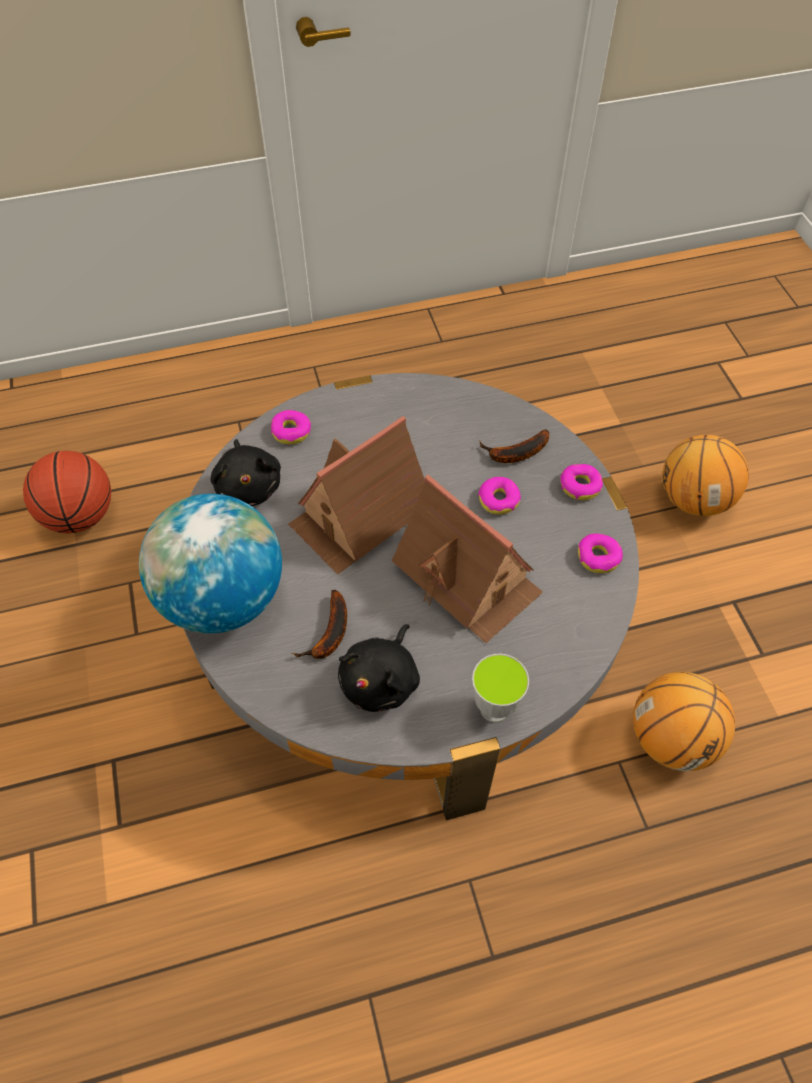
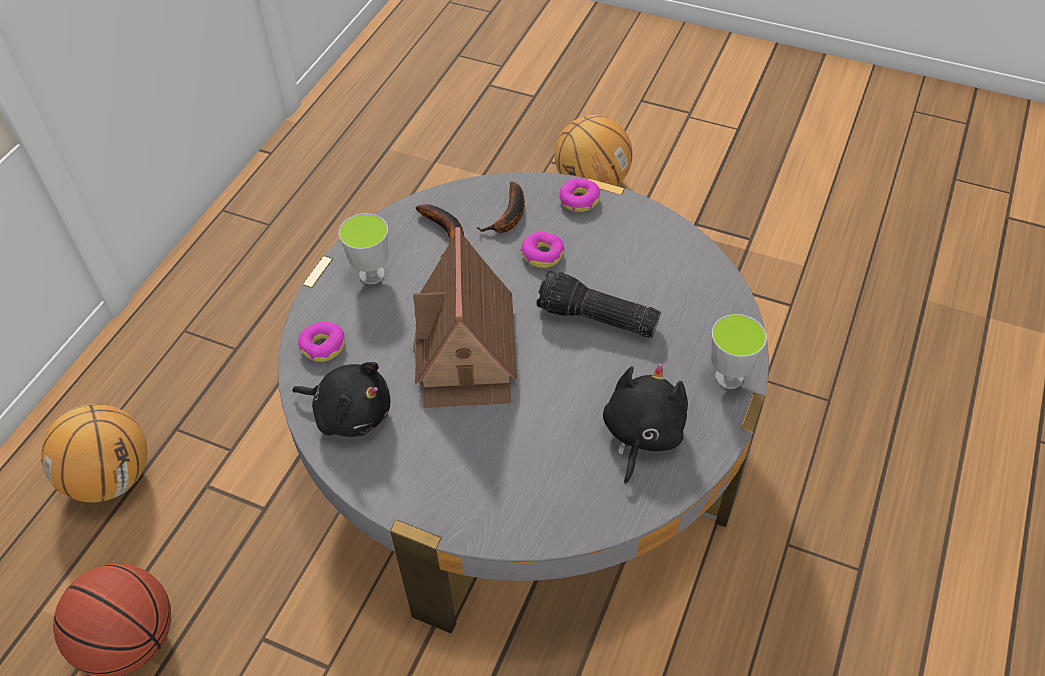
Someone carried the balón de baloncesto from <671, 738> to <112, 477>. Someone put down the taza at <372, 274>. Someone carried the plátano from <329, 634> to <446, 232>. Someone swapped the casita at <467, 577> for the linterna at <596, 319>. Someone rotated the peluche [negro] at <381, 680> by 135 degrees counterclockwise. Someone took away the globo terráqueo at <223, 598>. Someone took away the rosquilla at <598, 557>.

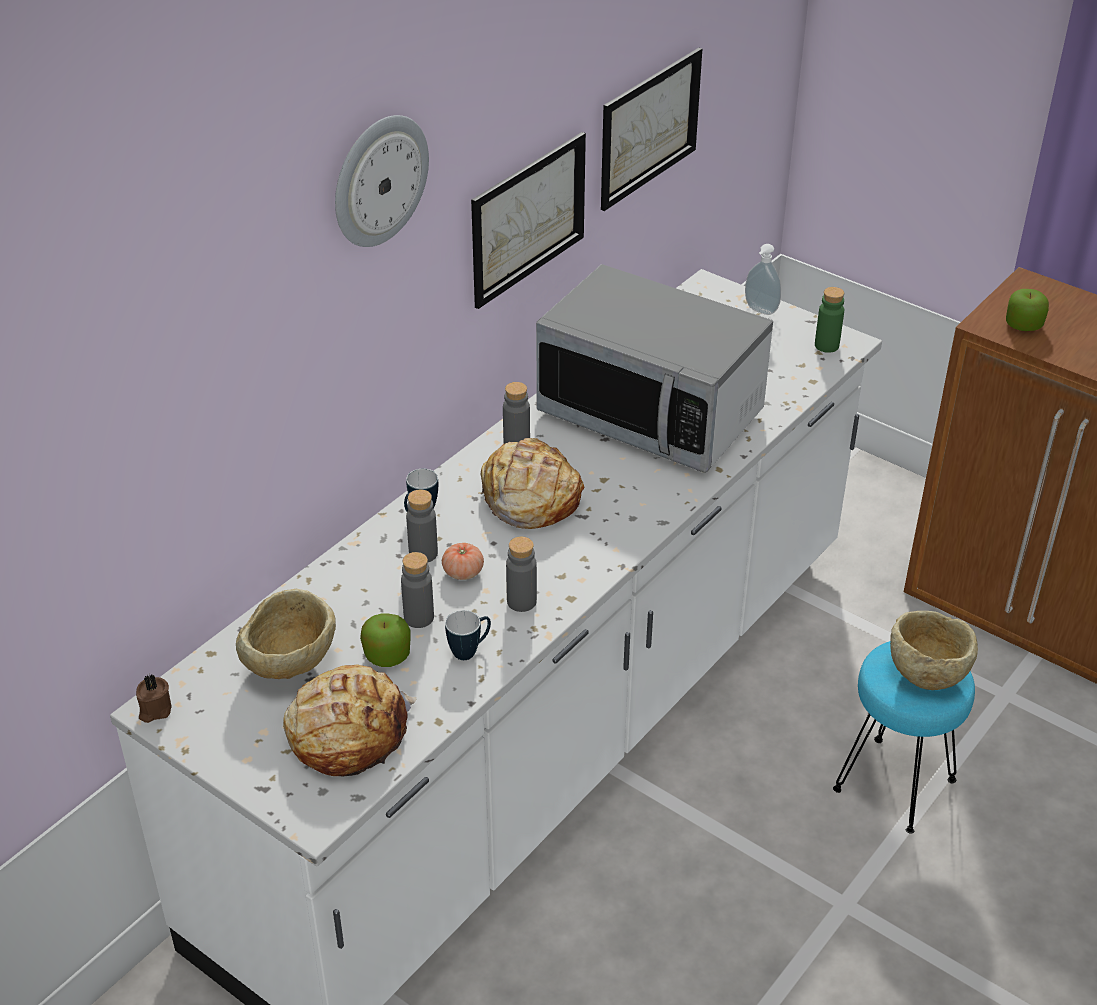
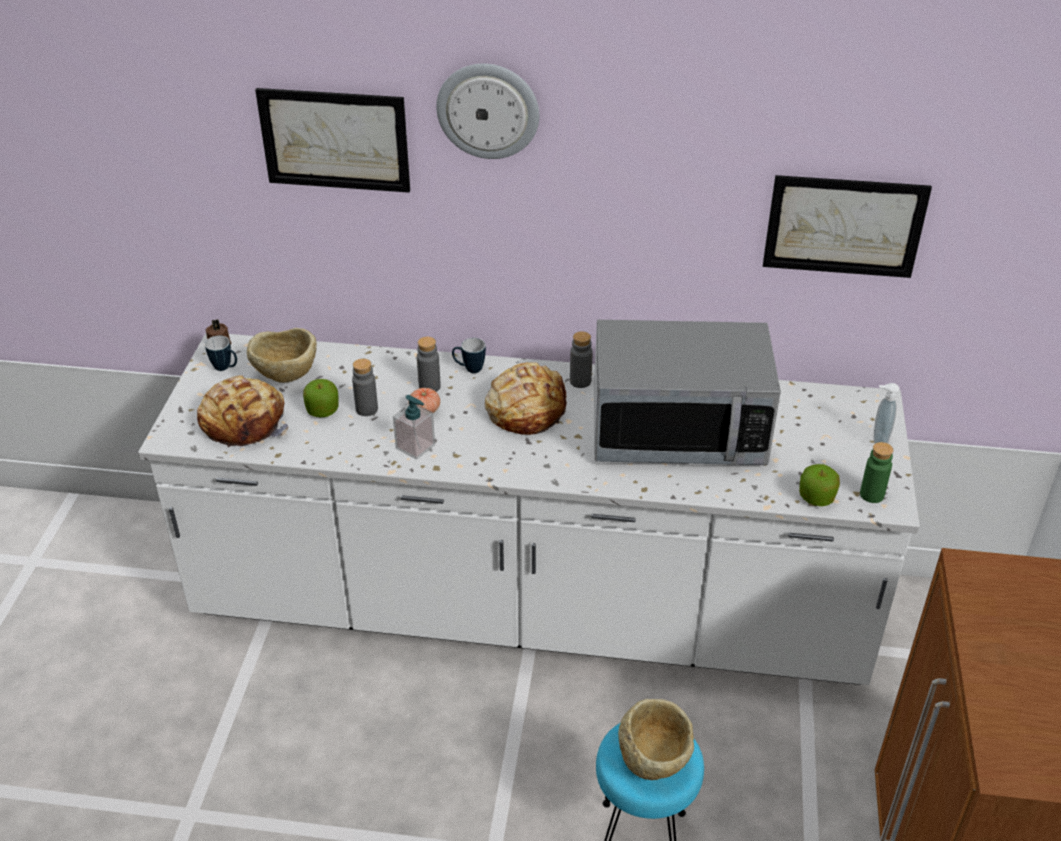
Someone carried the taza grande from <470, 651> to <226, 368>. Someone carried the cuadro from <528, 218> to <335, 140>. Someone swapped the botella [gris] at <521, 601> for the dispensador de jabón at <415, 447>. Someone rotated the microondas at <651, 413> by 90 degrees counterclockwise. Someone carried the manzana from <1023, 325> to <816, 497>.

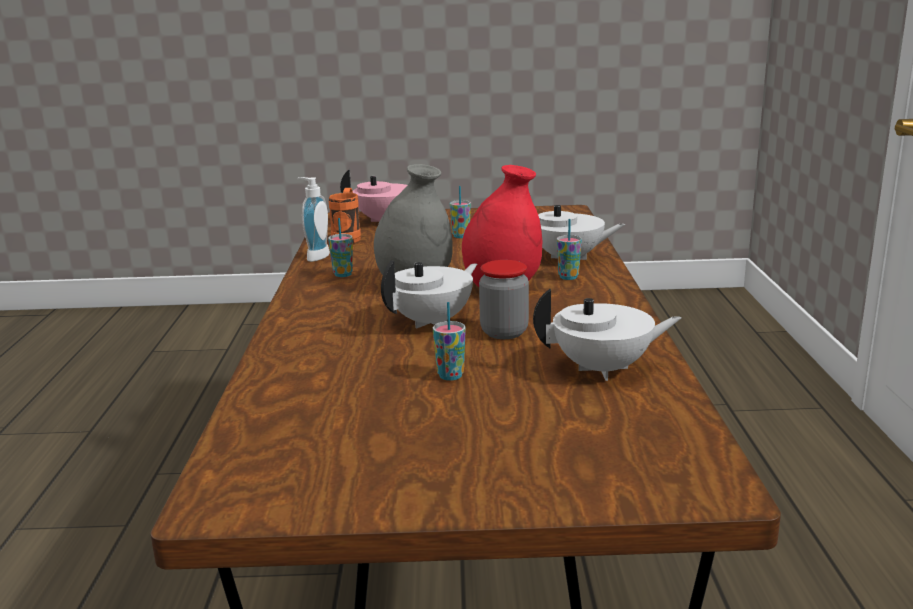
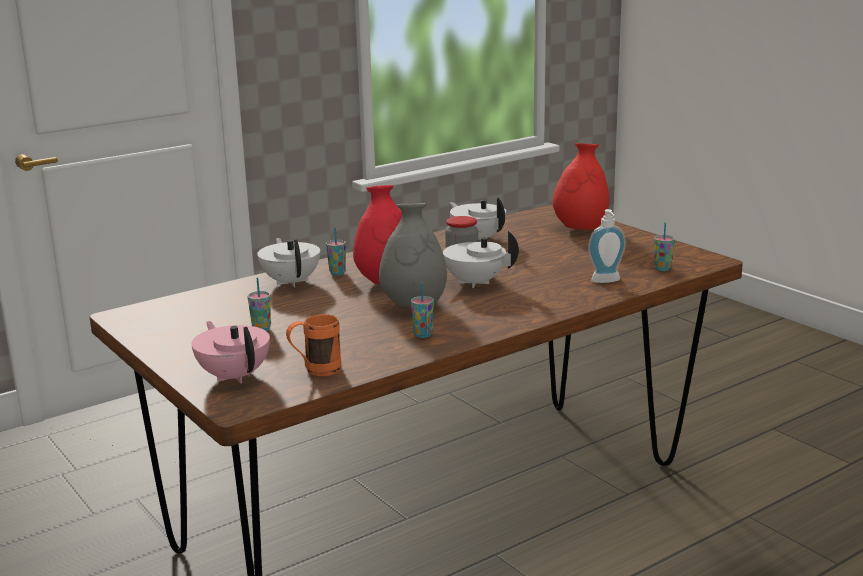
Someone put down the florero [rojo] at <580, 229>. Someone carried the dispensador de jabón from <315, 256> to <607, 281>. Someone carried the taza from <450, 376> to <662, 269>.

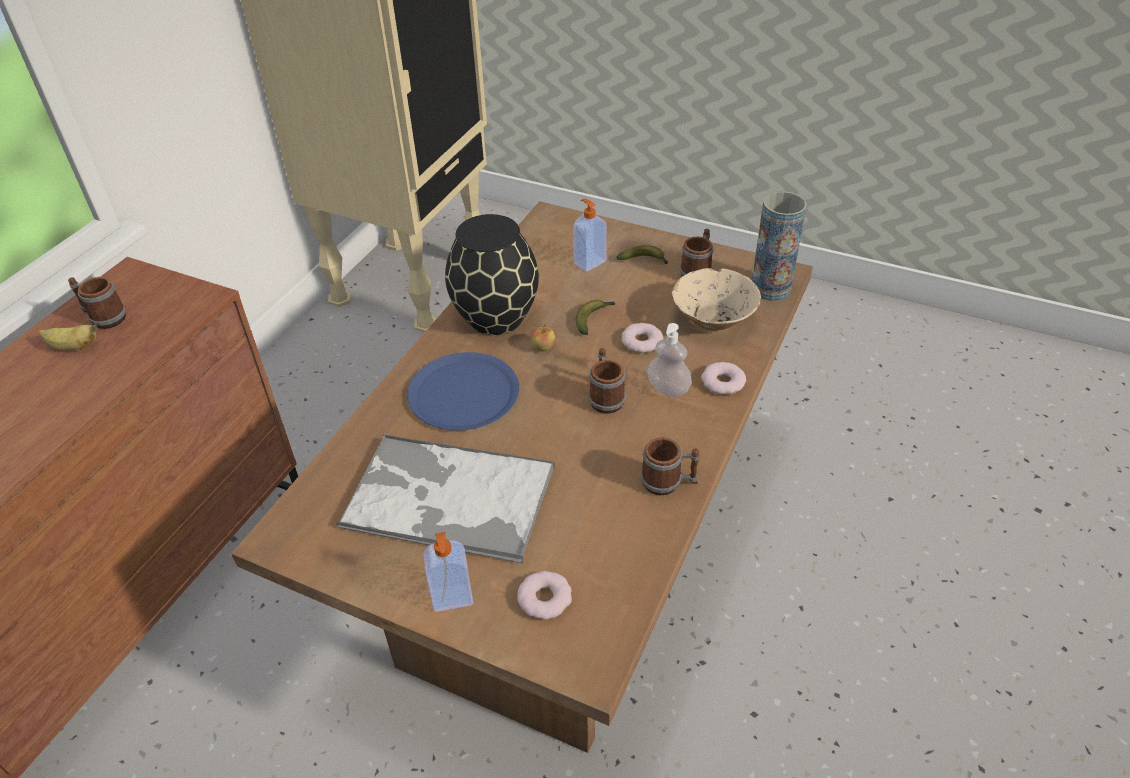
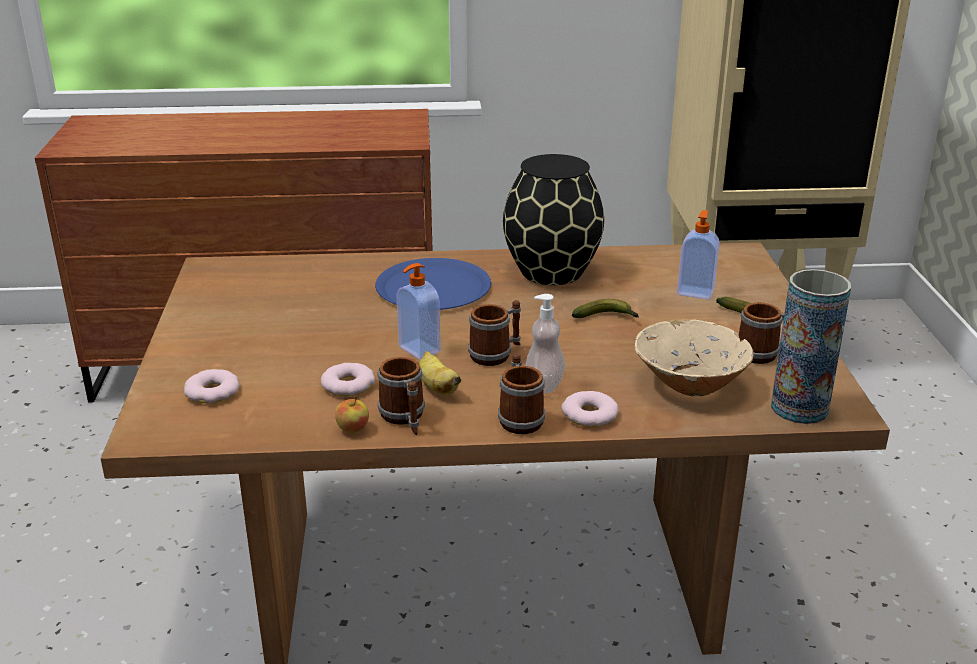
Someone carried the rosquilla from <641, 341> to <348, 385>. Someone carried the manzana from <543, 347> to <353, 429>. Someone carried the dispensador de jabón from <452, 599> to <418, 350>. Someone carried the plátano from <73, 347> to <437, 387>. Someone carried the taza grande from <104, 317> to <519, 417>. Someone took away the bandeja at <447, 498>.

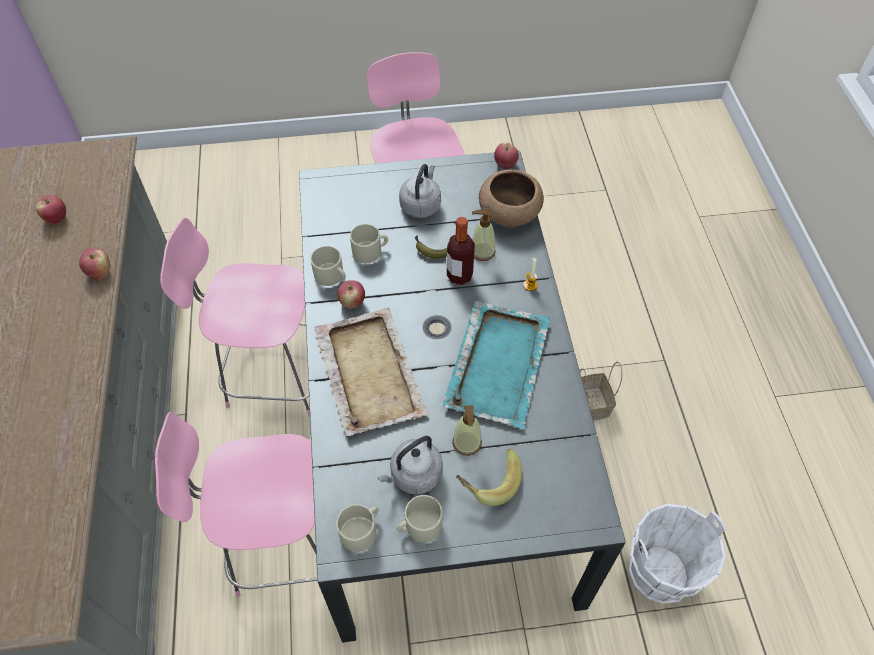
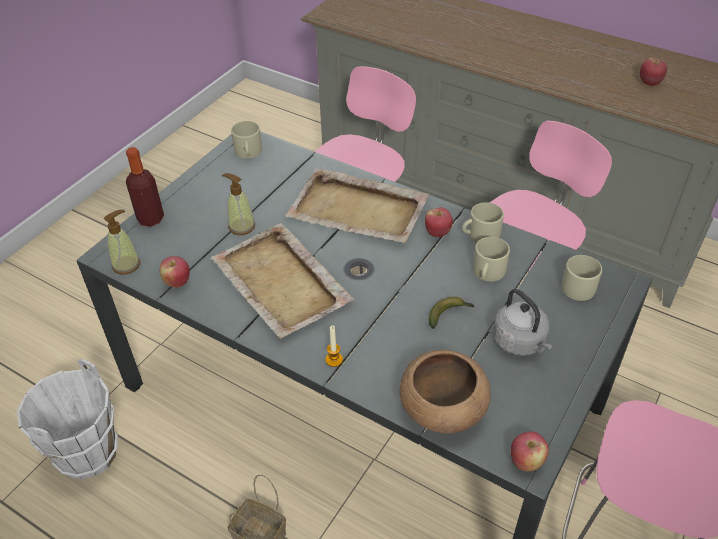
Someone carried the dispensador de jabón from <482, 252> to <126, 265>. Someone carried the botella from <459, 276> to <150, 218>. Someone carried the manzana from <100, 273> to <177, 282>. Someone repainted the bandeja [turquesa] at <498, 364>, which became the bandeja [beis] at <281, 283>. Someone carried the taza grande [beis] from <419, 526> to <578, 285>. Someone took away the hervidor [gris] at <413, 475>. Someone took away the plátano at <488, 480>.

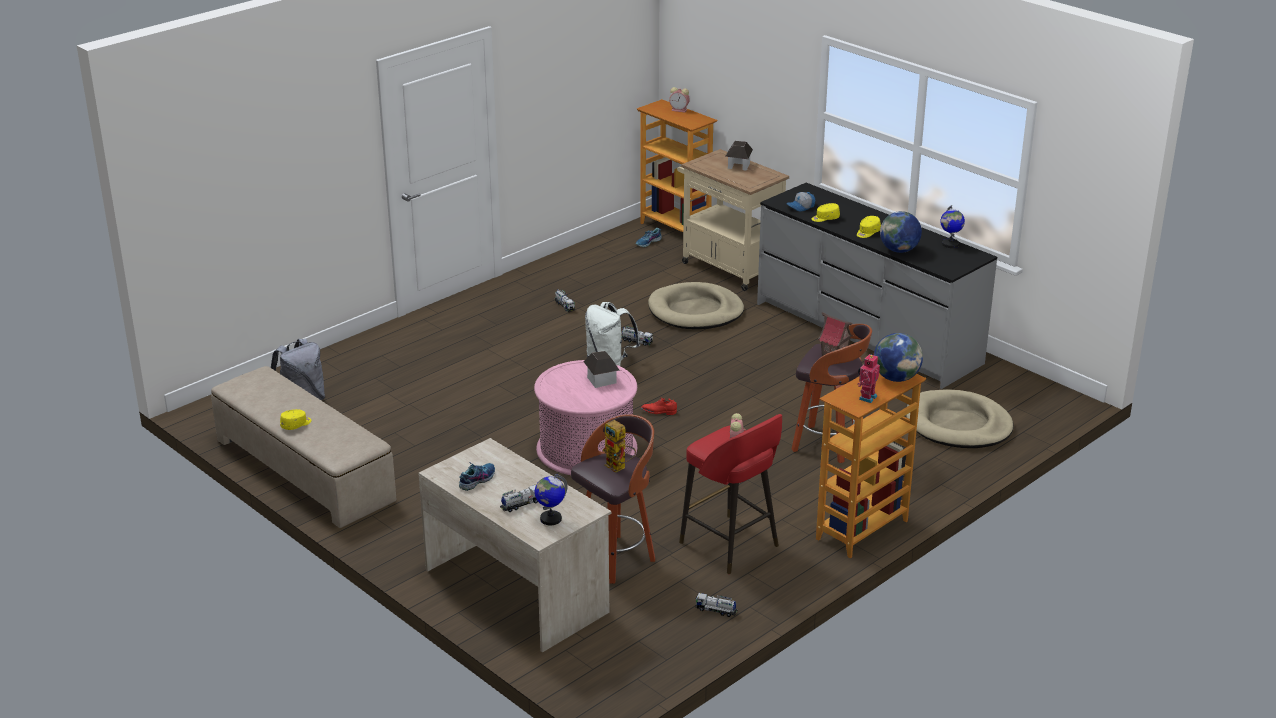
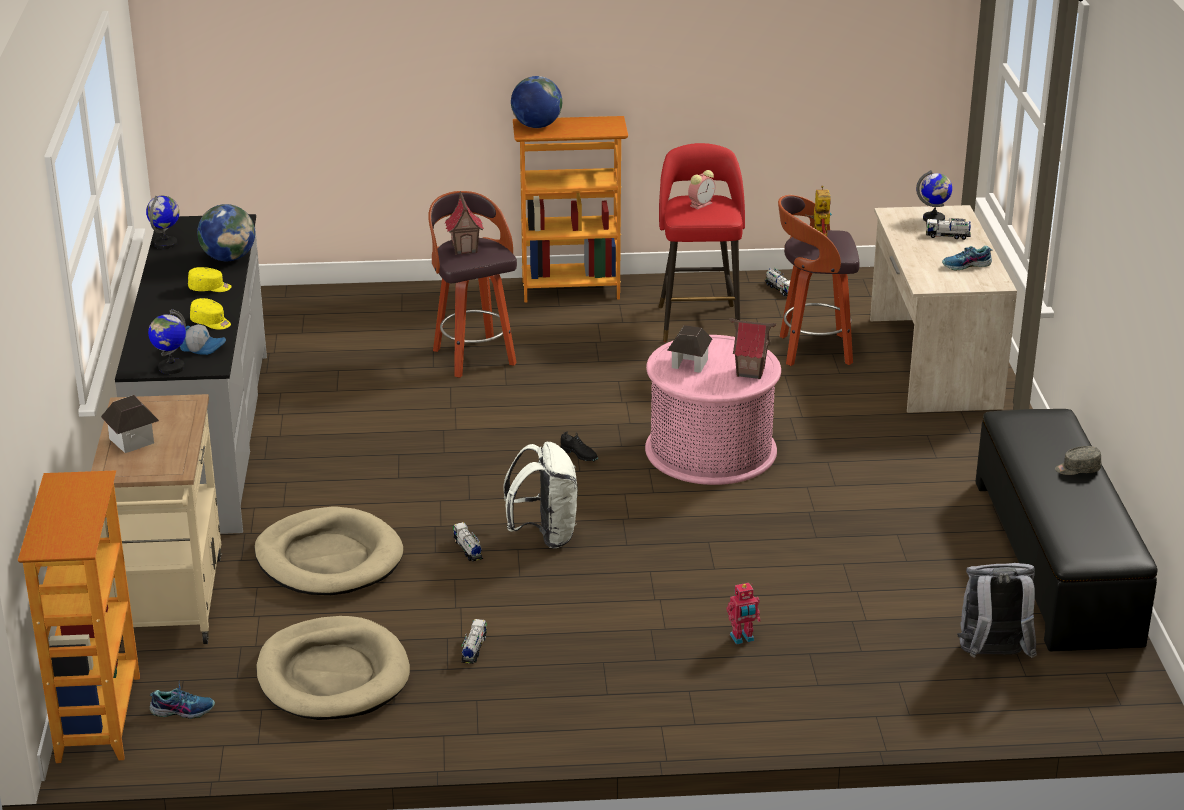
Someone put down the globo terráqueo at <171, 367>. Someone carried the cama para perro [beis] from <958, 424> to <333, 675>. Someone repainted the zapato [rojo] at <658, 412>, which became the zapato [negro] at <579, 455>. Someone carried the robot de juguete from <866, 397> to <742, 638>. Someone put down the casita at <750, 372>. Someone repainted the banco [beis] at <303, 469>, which became the banco [negro] at <1056, 560>. Someone repainted the gorra [amarillo] at <296, 424>, which became the gorra [gris] at <1077, 469>. Someone took away the despertador at <680, 110>.

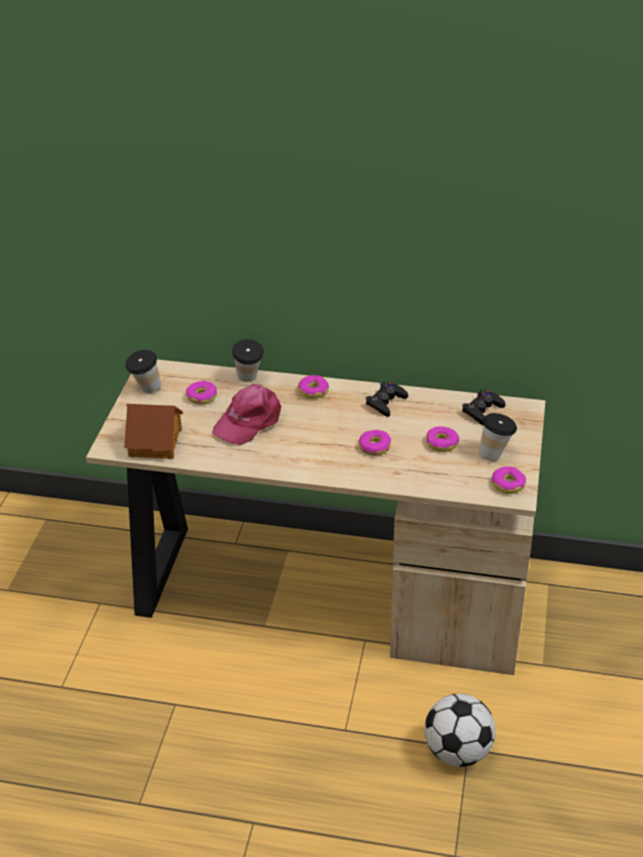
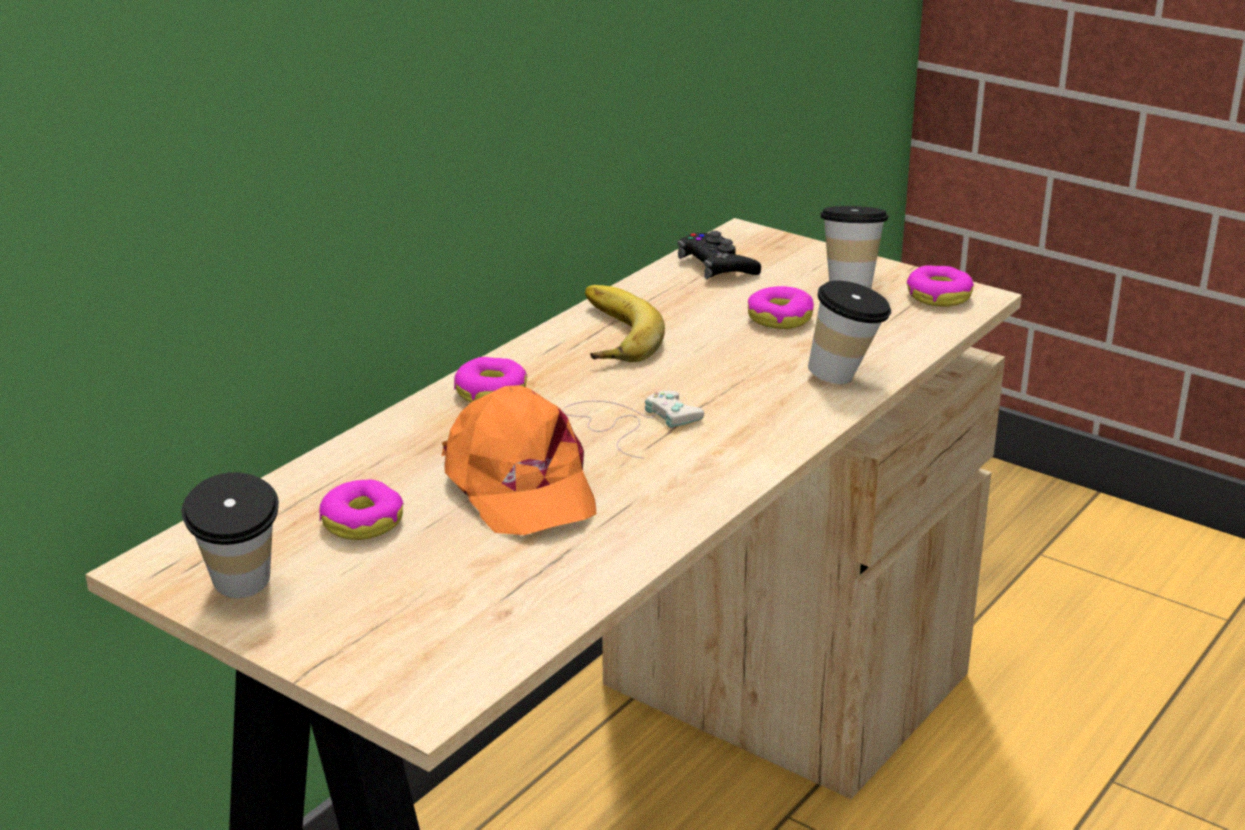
Someone repainted the gorra [rosa] at <249, 421>, which became the gorra [naranja] at <519, 484>. Someone put down the mando de consola [blanco] at <629, 423>. Someone swapped the mando de consola [negro] at <386, 402> for the plátano at <607, 335>. Someone carried the taza from <249, 380> to <846, 377>. Someone took away the casita at <156, 442>. Someone took away the rosquilla at <374, 447>. Someone took away the balón de fútbol at <457, 751>.

